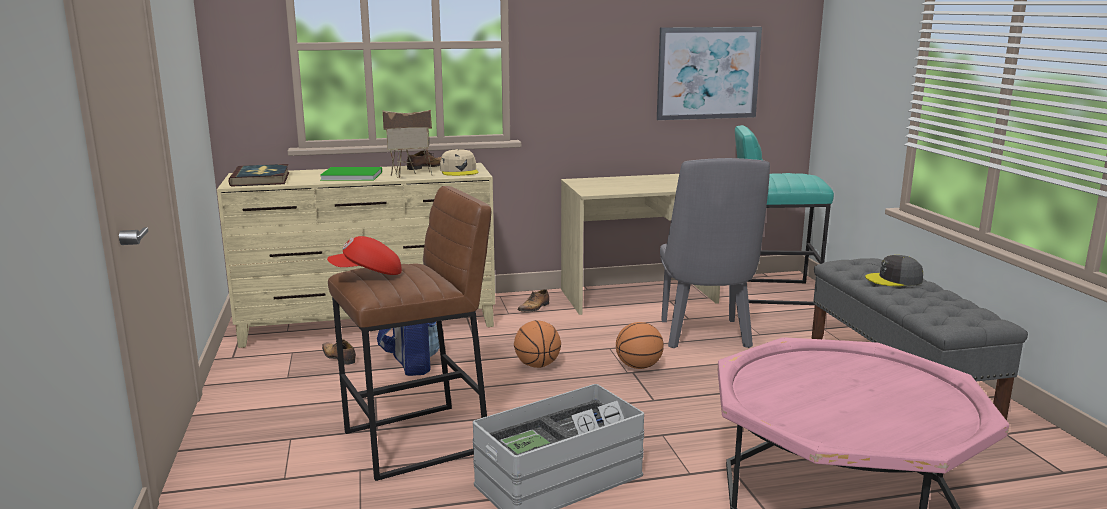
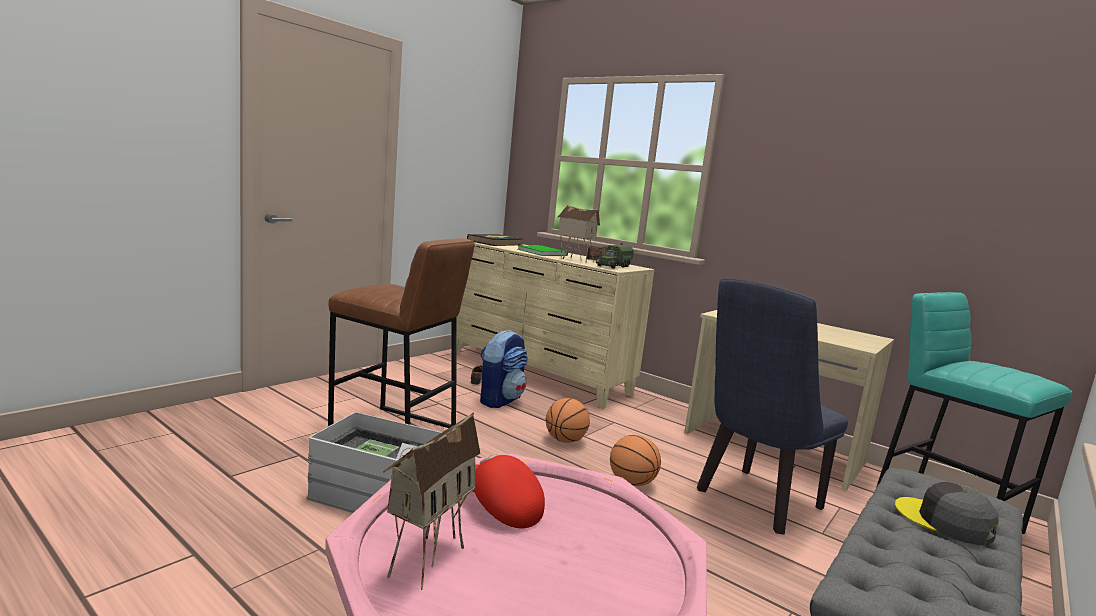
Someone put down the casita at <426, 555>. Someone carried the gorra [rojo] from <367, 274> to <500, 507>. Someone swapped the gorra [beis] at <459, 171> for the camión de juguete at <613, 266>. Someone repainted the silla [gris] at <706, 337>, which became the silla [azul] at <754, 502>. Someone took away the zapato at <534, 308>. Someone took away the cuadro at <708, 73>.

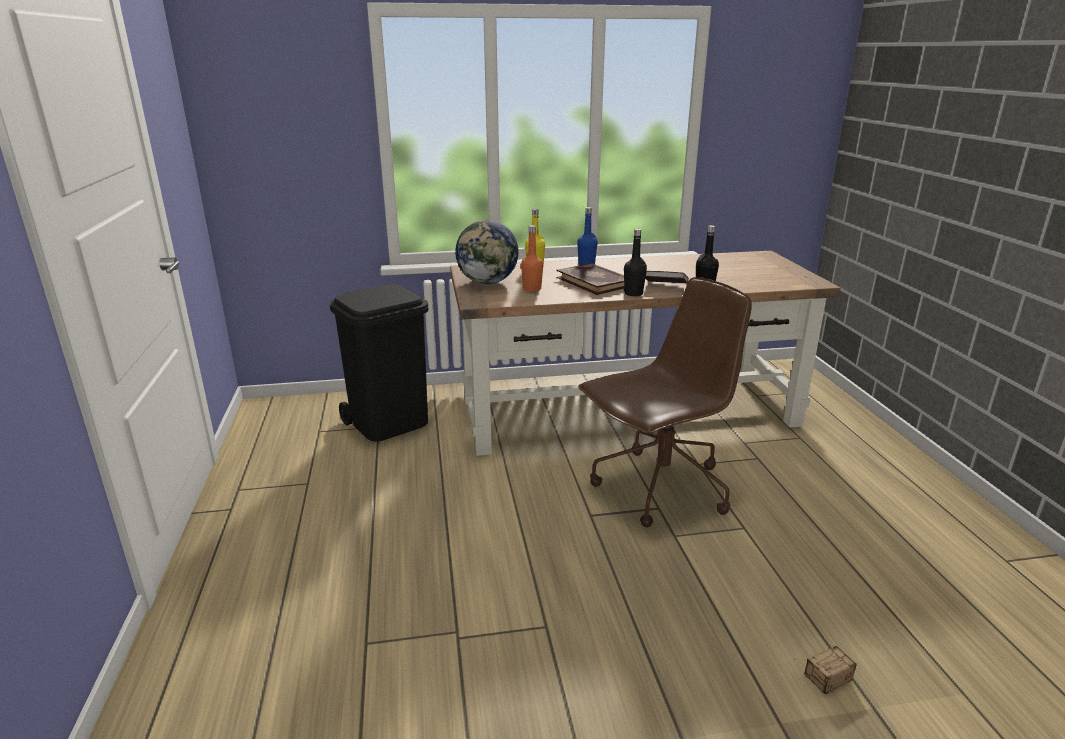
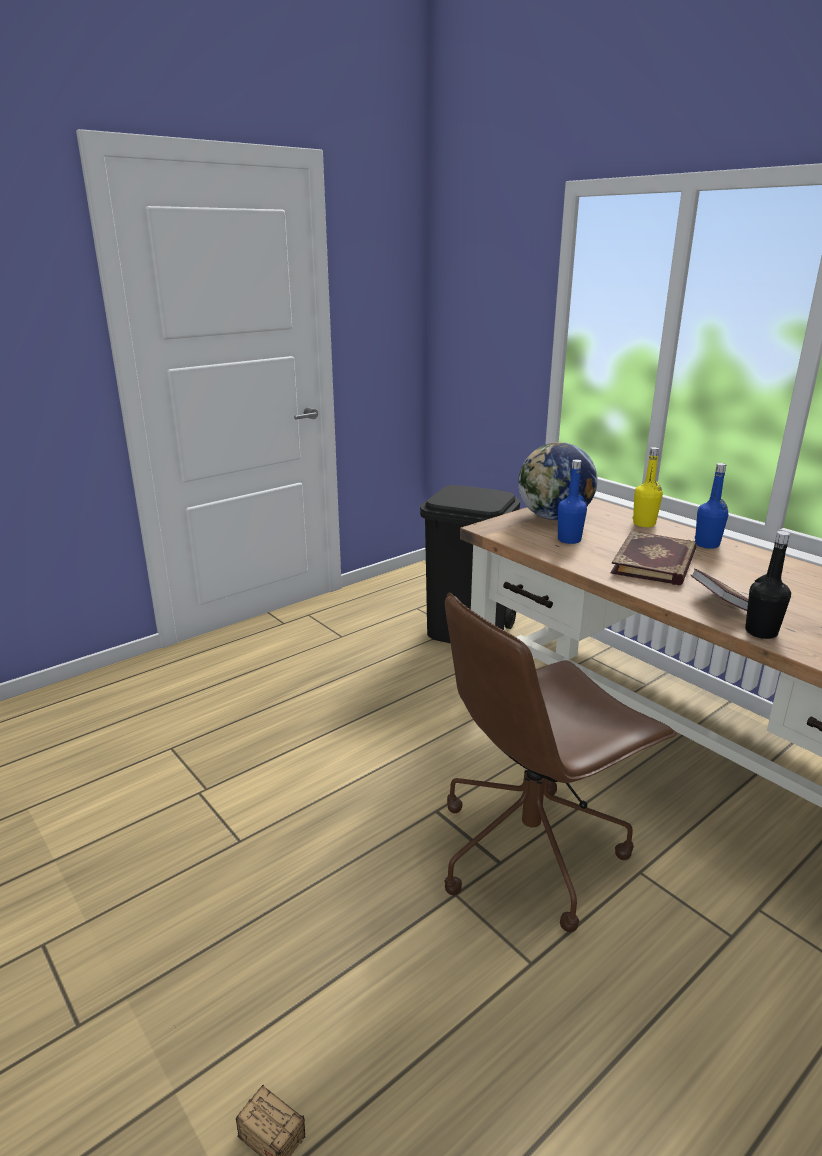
Someone rotated the silla de oficina [marrón] at <656, 490> by 120 degrees clockwise. Someone repainted the botella [naranja] at <532, 289>, which became the botella [azul] at <569, 540>. Someone took away the botella [negro] at <633, 293>.

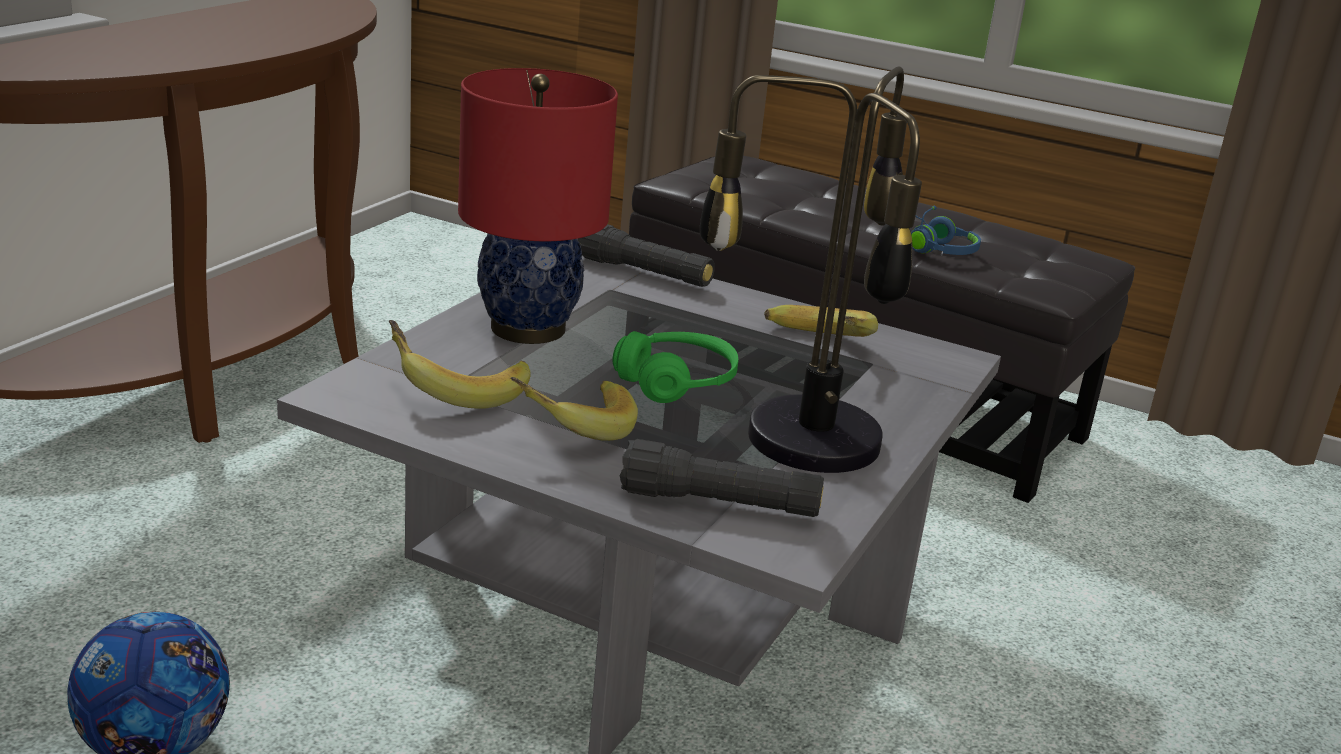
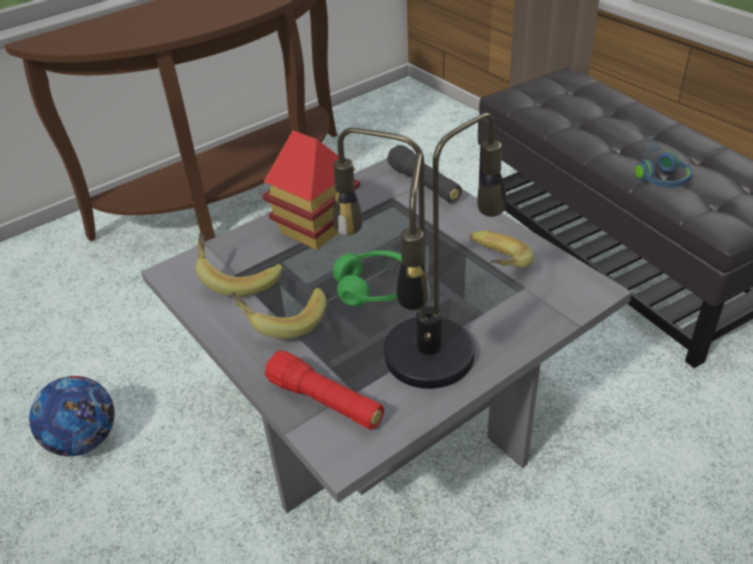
Someone swapped the lámpara de mesa [rojo] at <528, 328> for the casita at <316, 229>. Someone repainted the linterna [negro] at <719, 504>, which became the linterna [rojo] at <325, 402>.

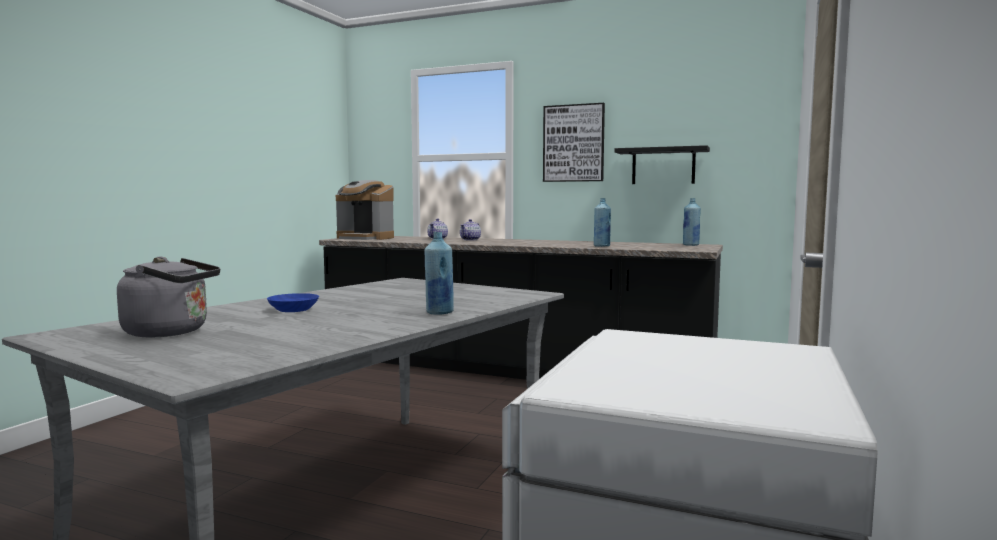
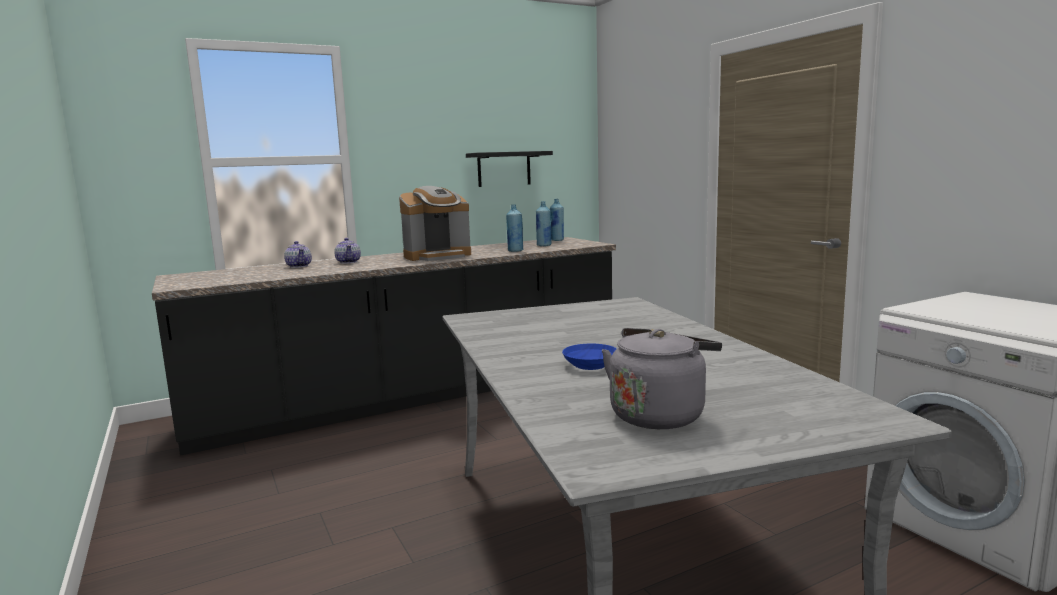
Someone carried the cafetera from <365, 238> to <437, 256>. Someone carried the botella [azul] from <439, 312> to <544, 245>. Someone took away the cuadro at <573, 143>.

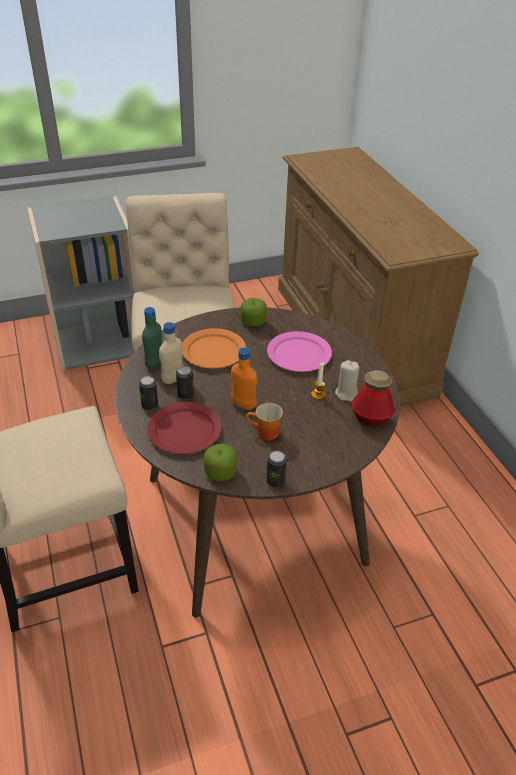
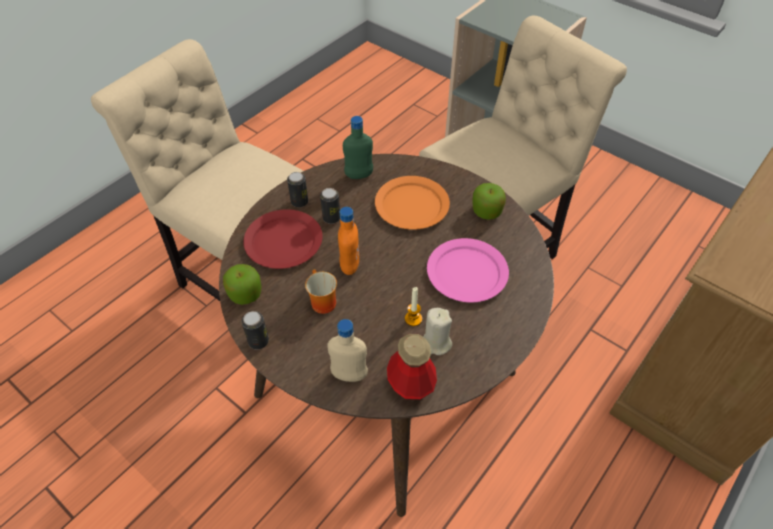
Someone carried the botella [beis] from <173, 379> to <349, 375>.

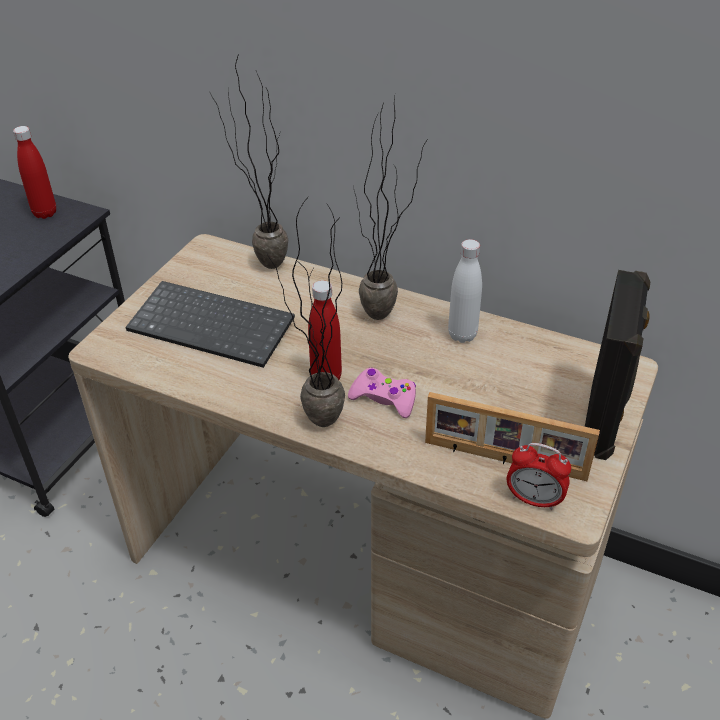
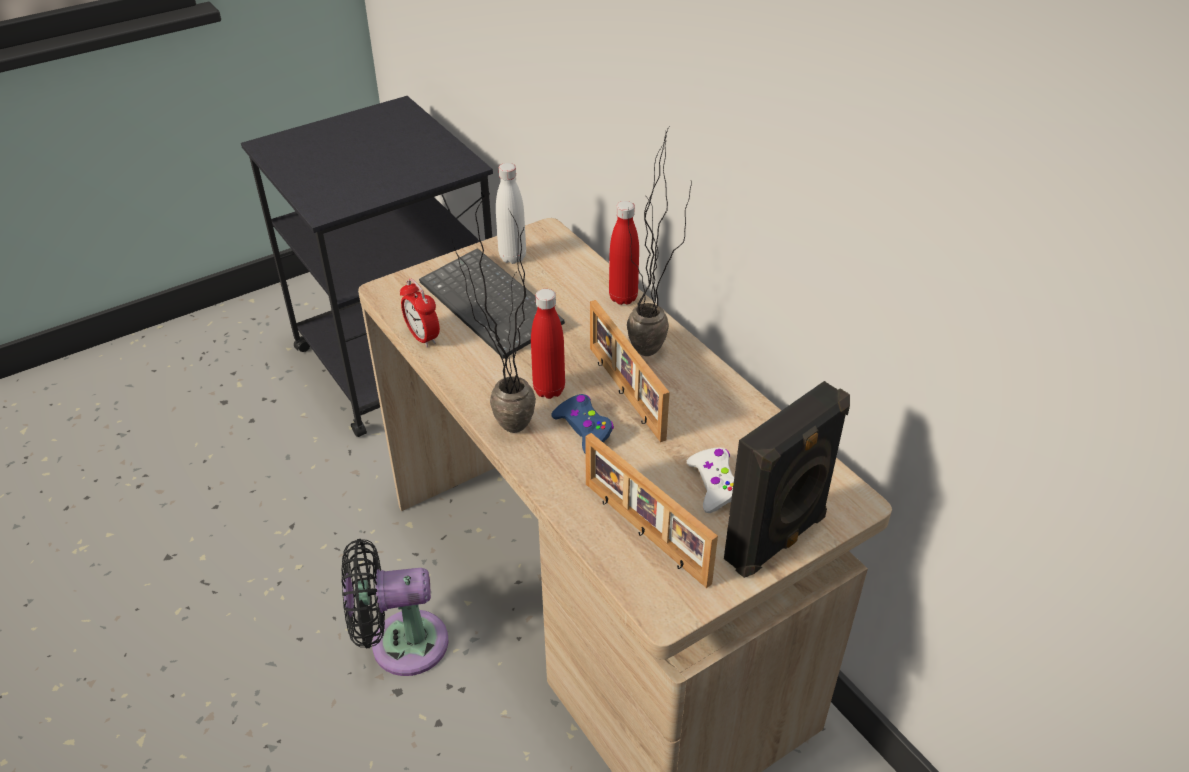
Someone put down the ventilador [negro] at <401, 644>. Someone carried the despertador from <534, 500> to <423, 337>. Someone carried the botella [blanco] from <462, 335> to <512, 257>. Someone repainted the mando de consola [rosa] at <384, 398>, which became the mando de consola [azul] at <584, 429>. Someone put down the portarretratos at <624, 393>. Someone carried the botella [rojo] from <45, 213> to <623, 298>. Someone put down the mando de consola [blanco] at <714, 485>. Someone took away the planta en maceta at <261, 263>.

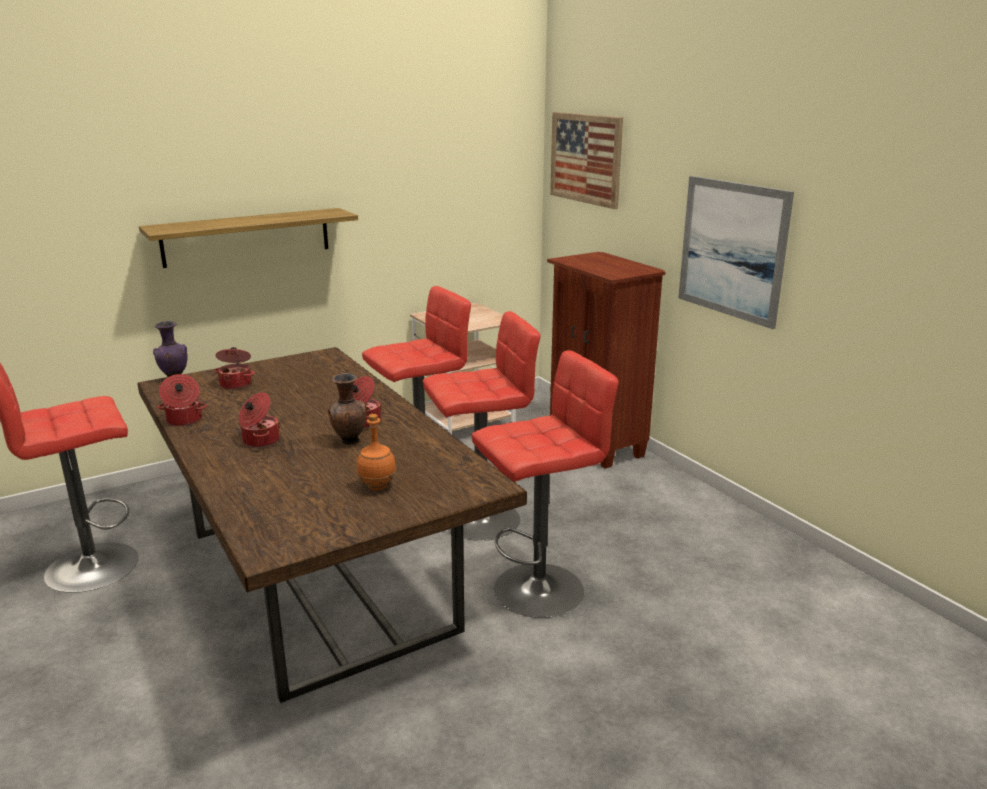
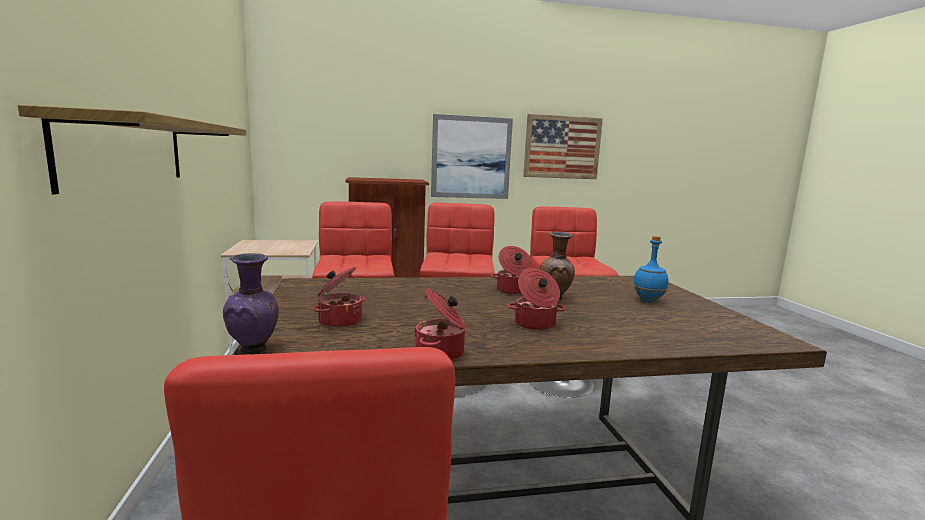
Someone carried the cuadro from <585, 158> to <562, 147>. Someone repainted the botella [naranja] at <378, 486>, which became the botella [azul] at <648, 300>.

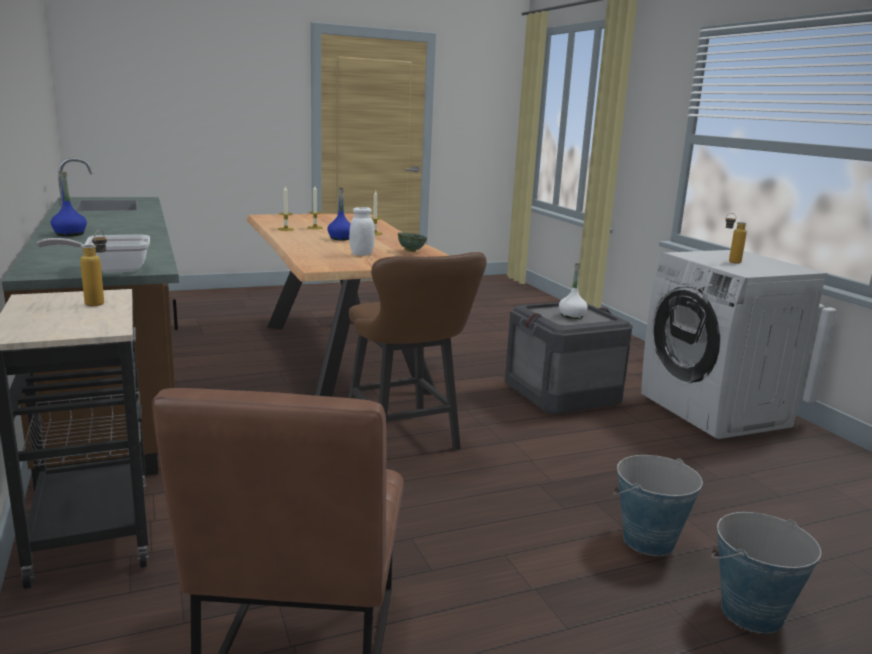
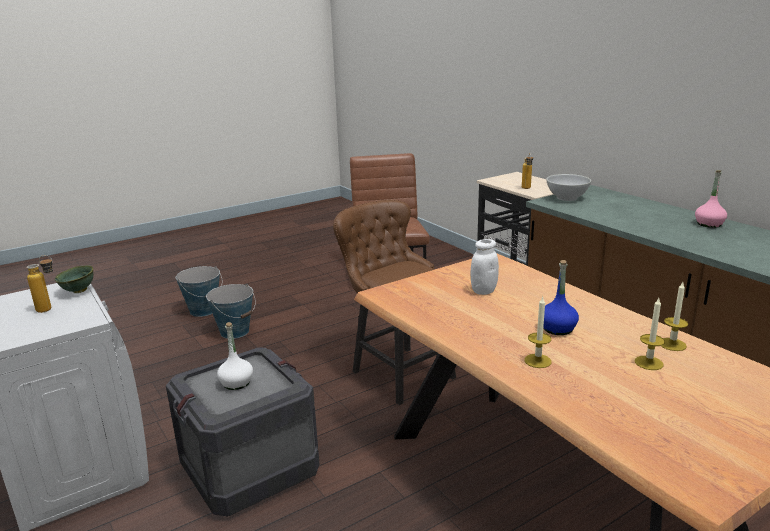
Someone carried the cuenco [verde] from <411, 251> to <79, 291>. Someone swapped the sartén at <112, 269> for the cuenco [blanco] at <567, 198>. Someone repainted the botella [azul] at <70, 234>, which became the botella [rosa] at <709, 224>.

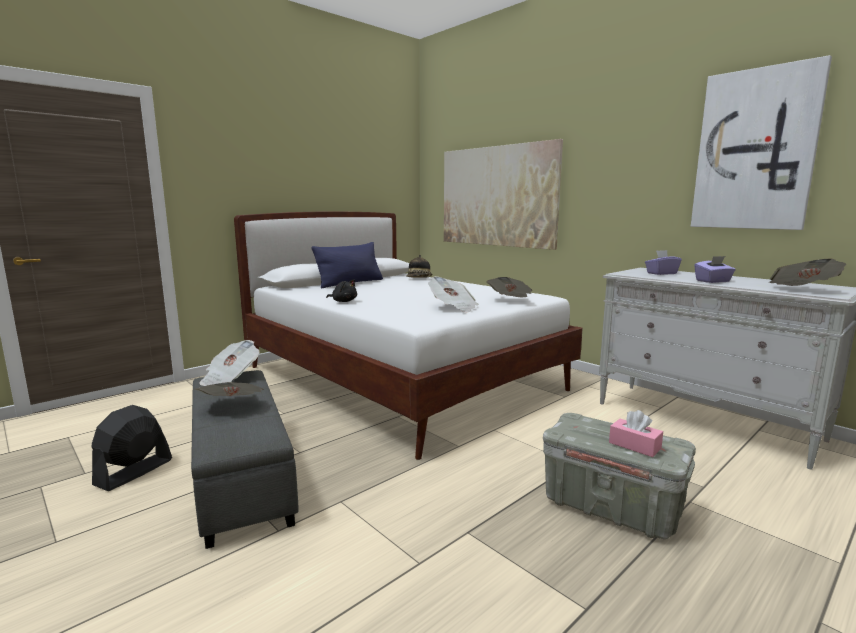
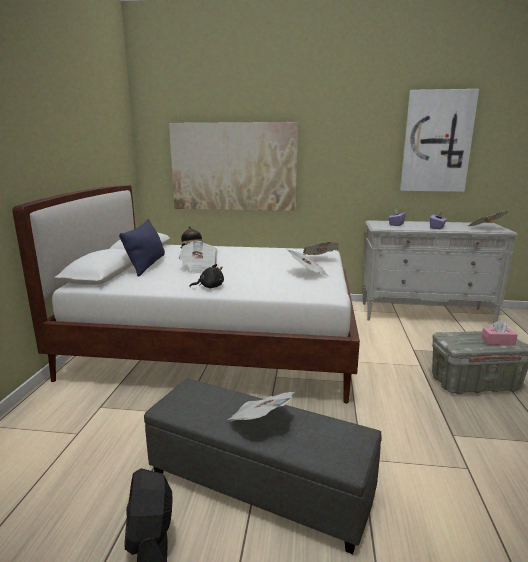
Someone carried the periódico from <230, 378> to <199, 267>.

